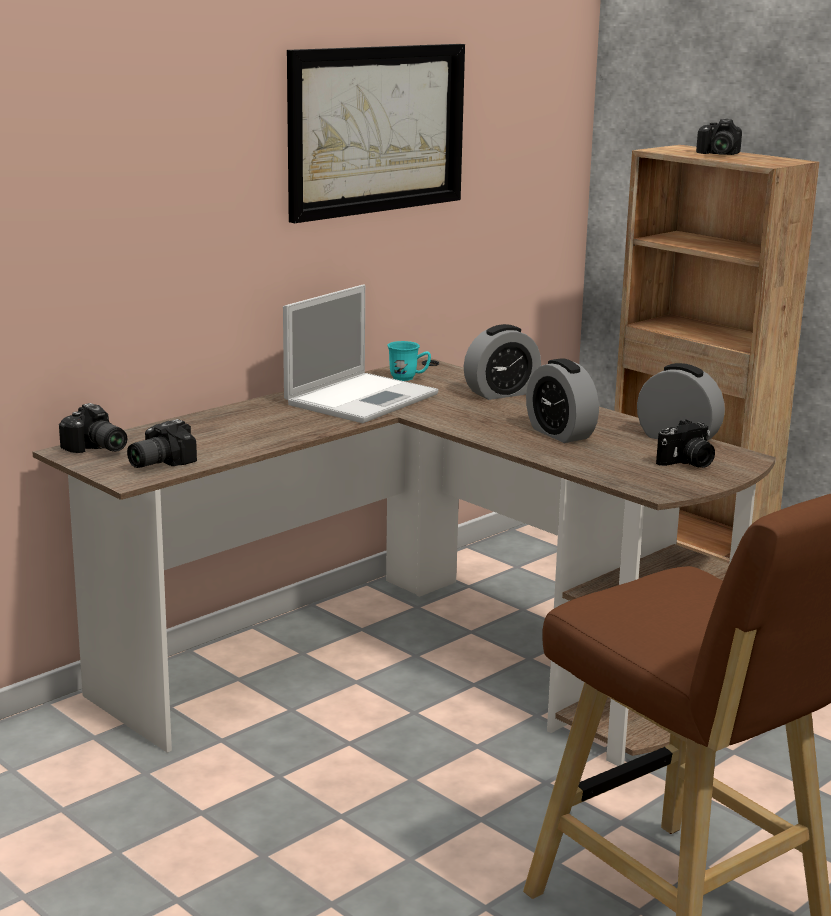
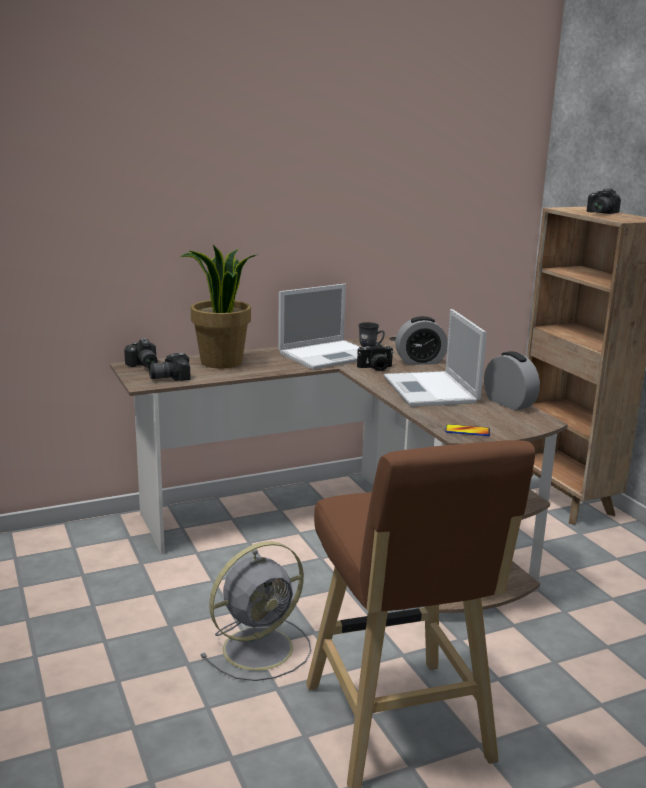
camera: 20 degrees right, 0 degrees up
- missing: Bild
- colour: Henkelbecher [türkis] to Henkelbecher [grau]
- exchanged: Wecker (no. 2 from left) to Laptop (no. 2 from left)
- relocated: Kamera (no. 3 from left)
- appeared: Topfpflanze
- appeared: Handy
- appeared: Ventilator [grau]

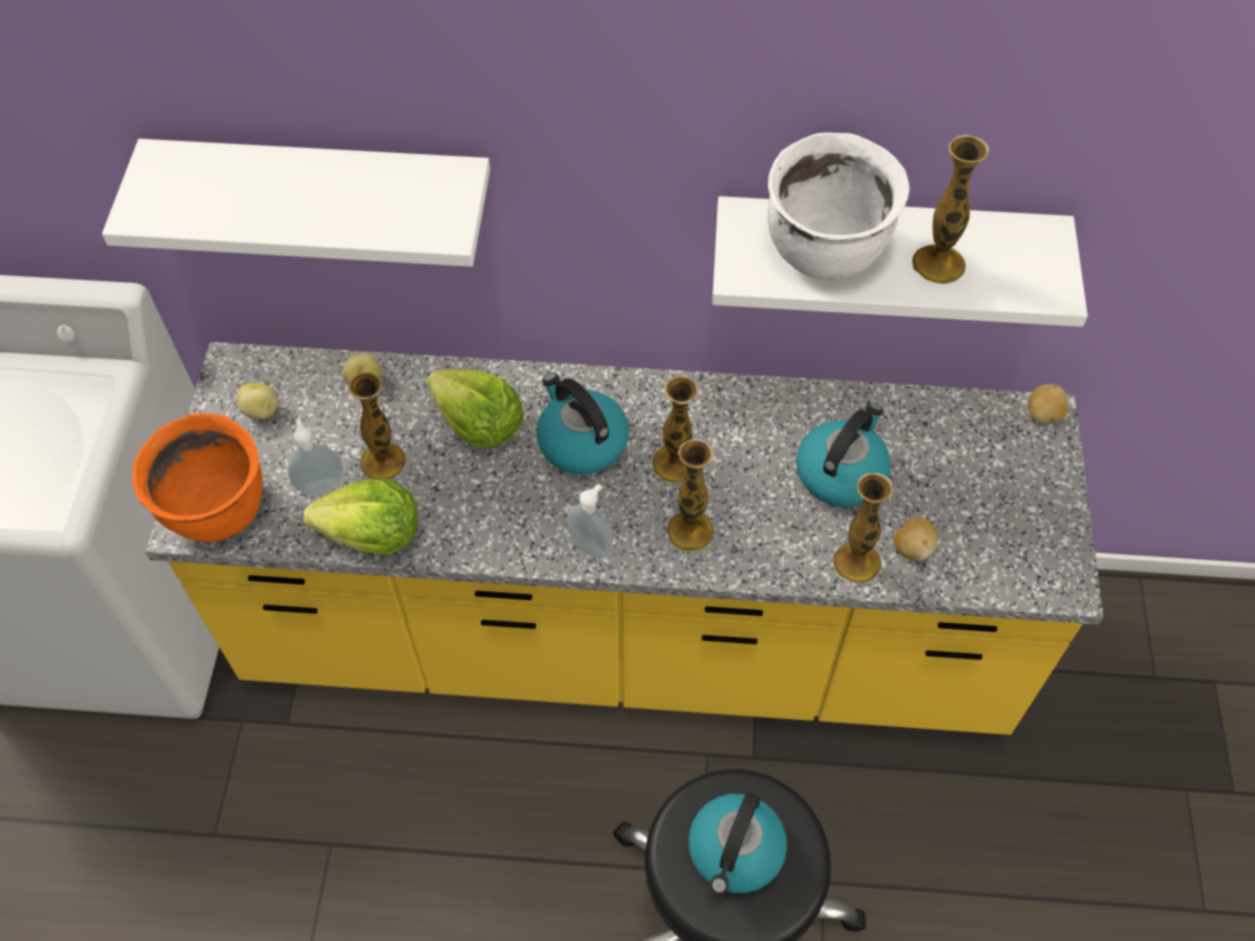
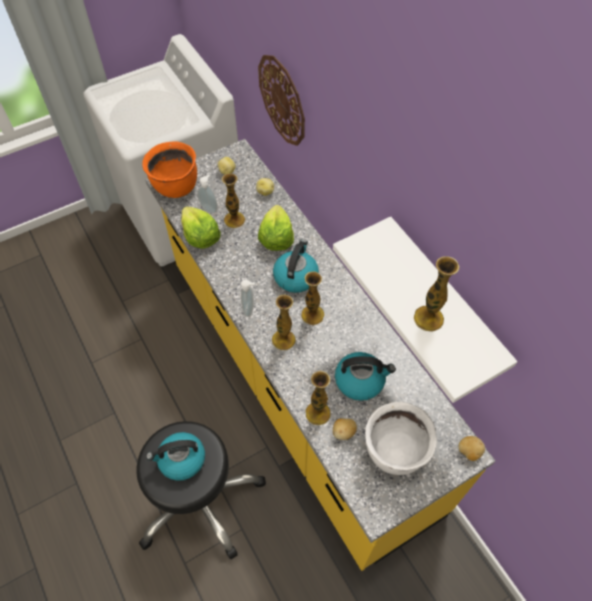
camera: 55 degrees right, 0 degrees up
- relocated: Kochtopf [weiß]
- exchanged: Wandregal [weiß] (no. 1 from left) to Wanduhr

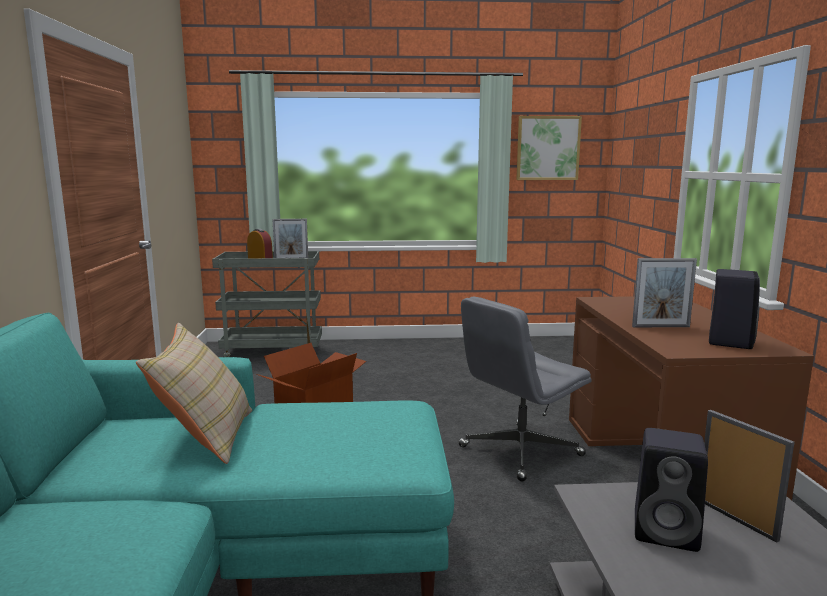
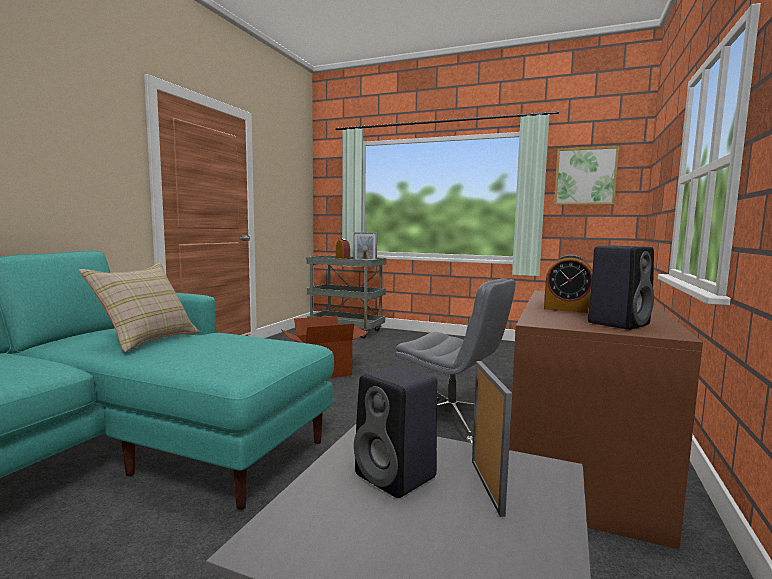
camera: 25 degrees right, 5 degrees down
- exchanged: Bilderrahmen (no. 2 from left) to Wecker (no. 2 from left)
- spun: Bürostuhl [grau] 135 degrees counterclockwise

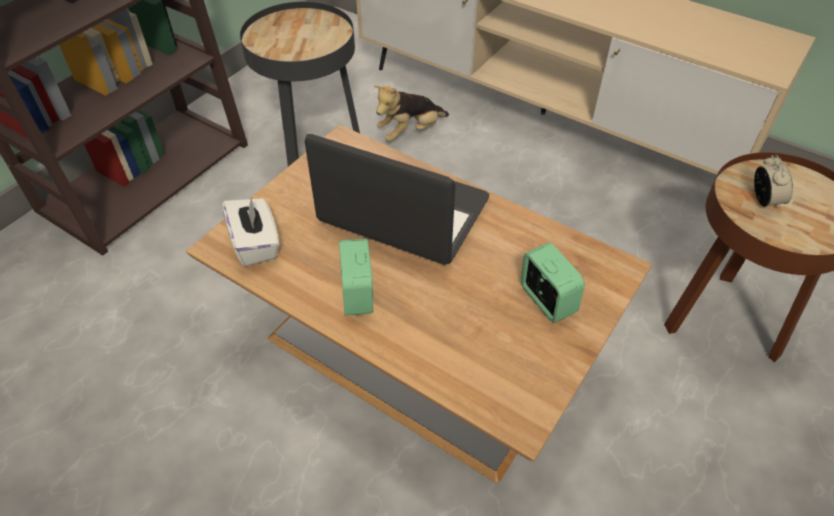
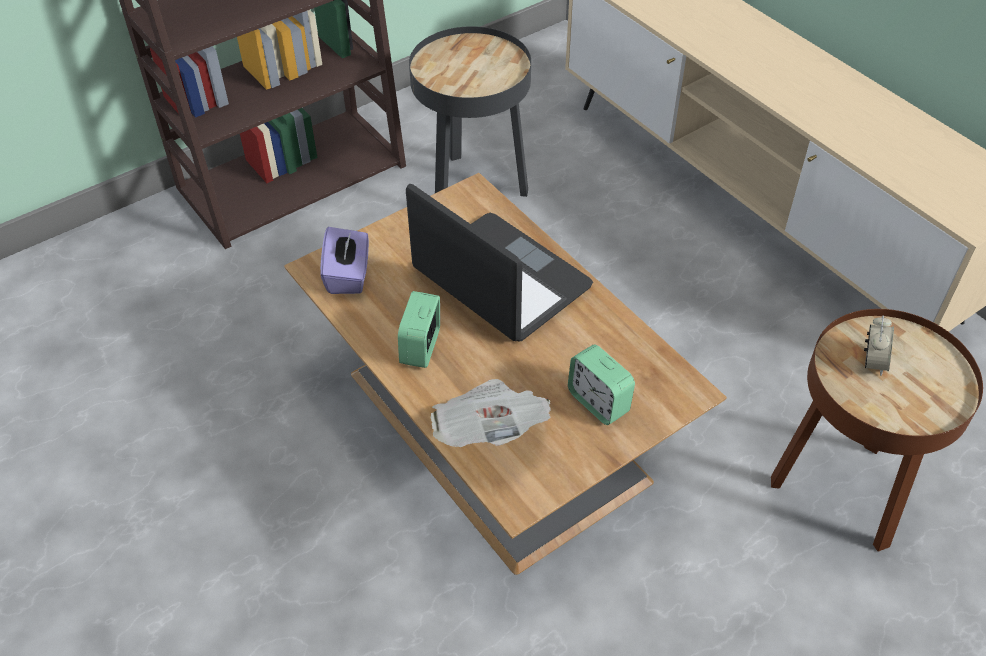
camera: 20 degrees right, 0 degrees up
- missing: Plüschtier
- colour: Taschentuchbox [weiß] to Taschentuchbox [lila]
- spun: Wecker (no. 2 from left) 150 degrees clockwise
- appeared: Zeitung

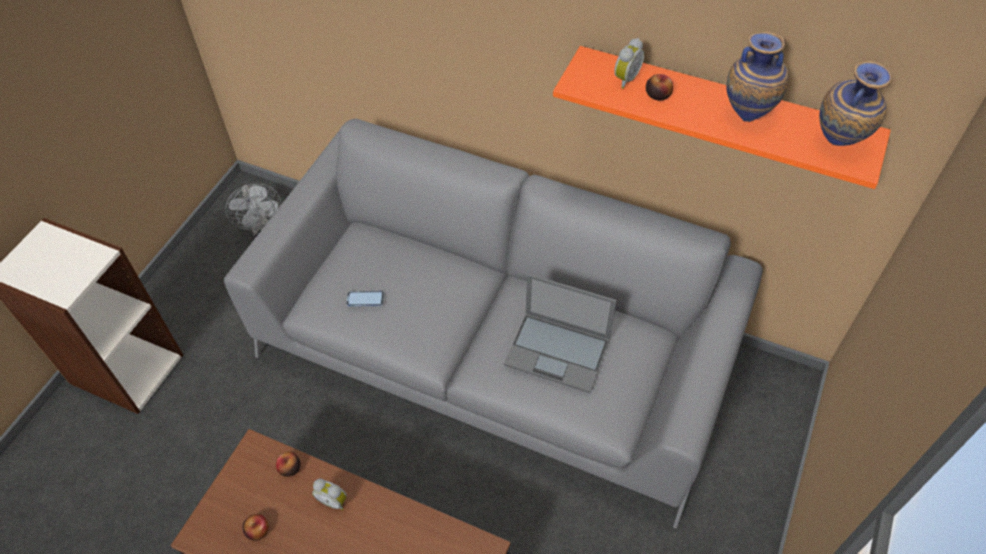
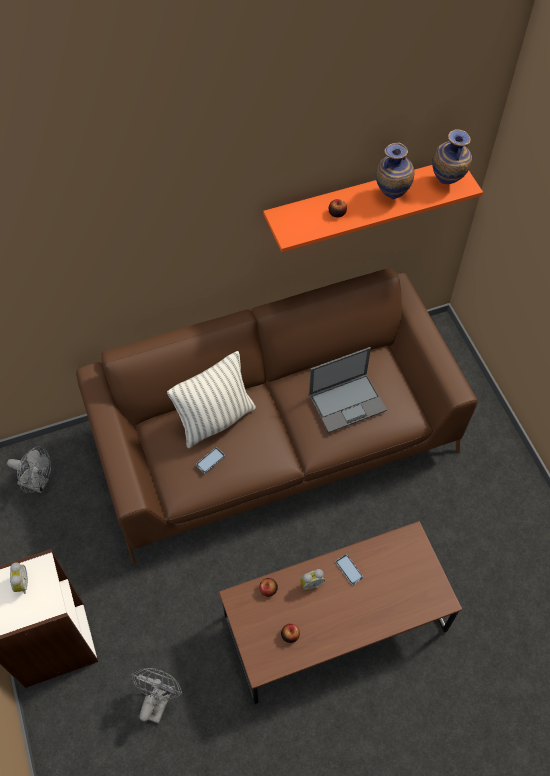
camera: 45 degrees left, 5 degrees up
- relocated: Wecker (no. 2 from left in the first image) to Wecker (no. 1 from left)
- colour: Sofa [grau] to Sofa [braun]
- appeared: Kissen
- appeared: Handy (no. 2 from left)
- appeared: Ventilator [grau] (no. 2 from left)

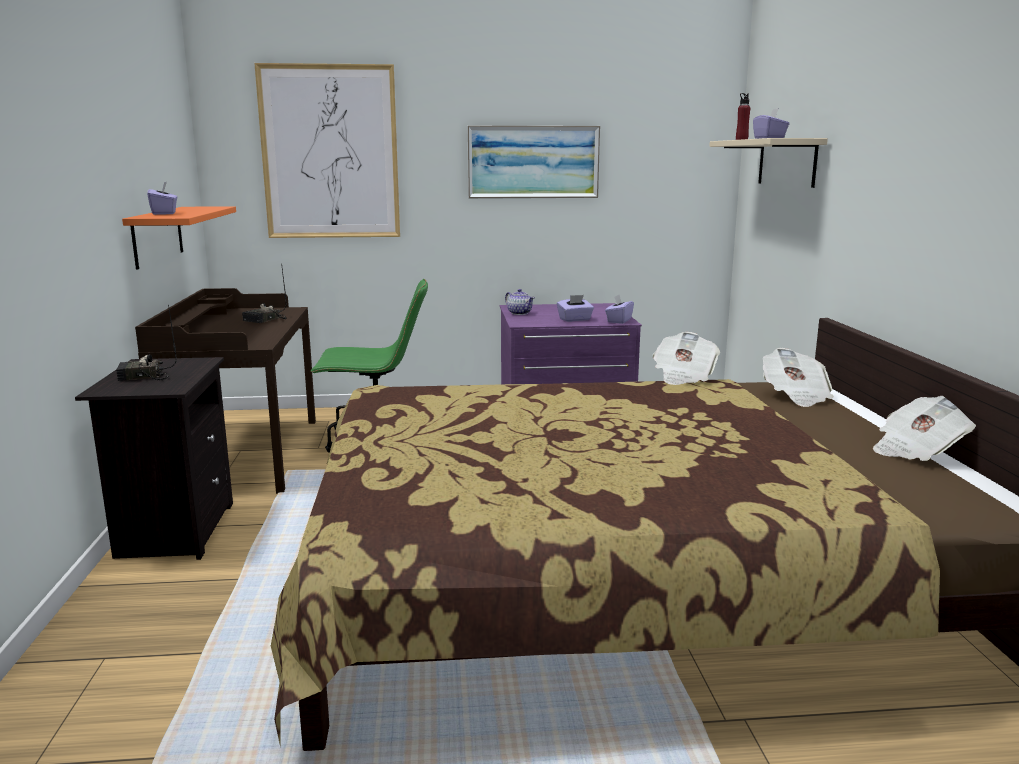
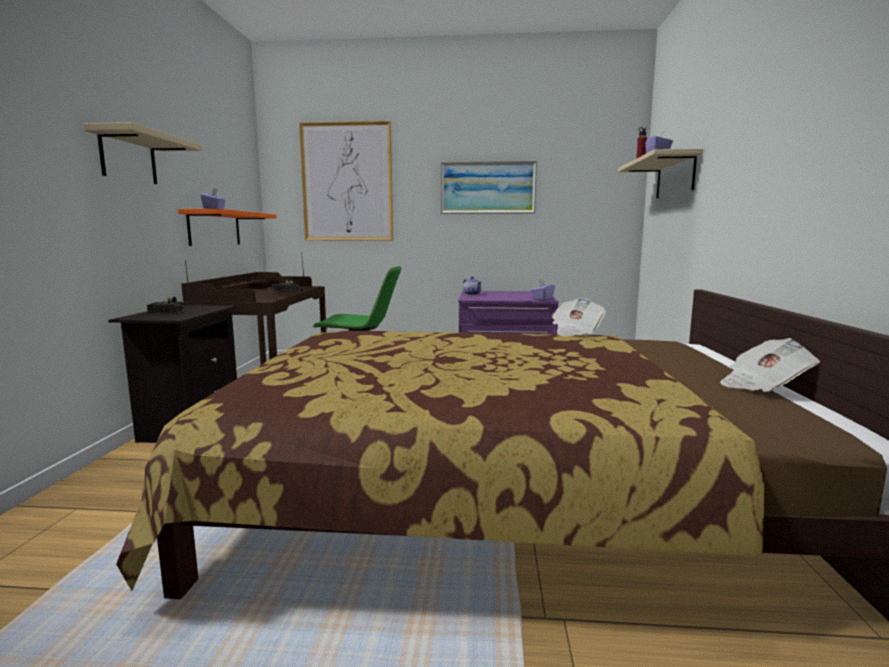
camera: 10 degrees right, 5 degrees down
- missing: Taschentuchbox [lila] (no. 2 from left)
- missing: Zeitung (no. 2 from left)
- appeared: Wandregal [beige] (no. 1 from left)

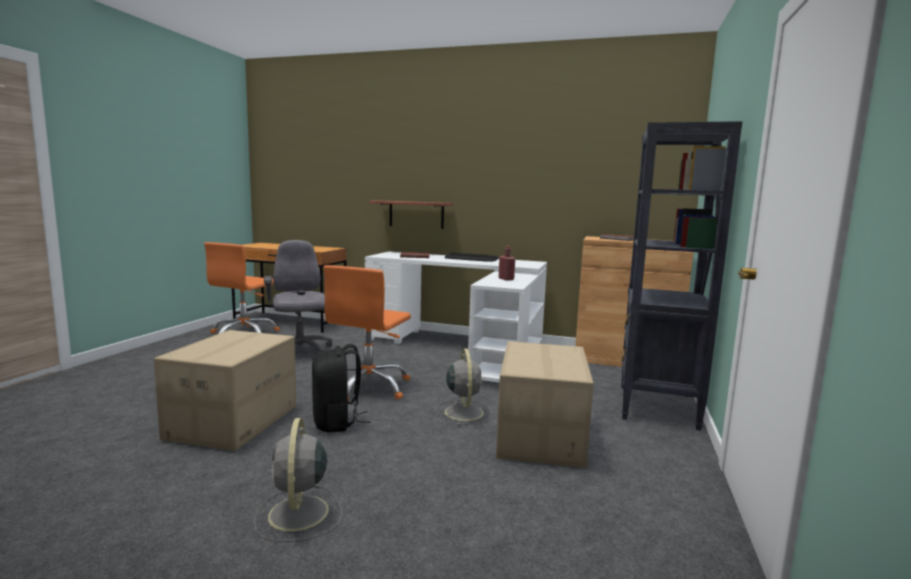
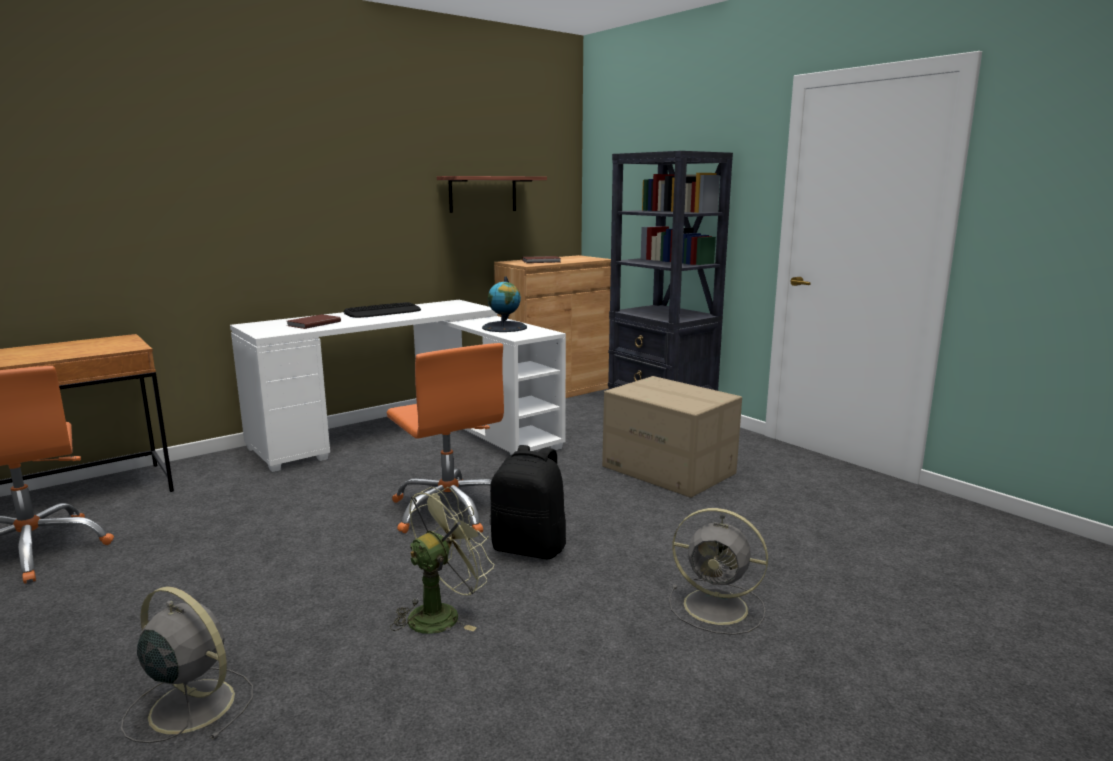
camera: 55 degrees left, 5 degrees up
- relocated: Wandregal
- missing: Bürostuhl [grau]
- exchanged: Flasche [rot] to Globus
- exchanged: Karton (no. 1 from left) to Ventilator [grün]
- relocated: Ventilator [grau] (no. 2 from left in the first image) to Ventilator [grau] (no. 1 from left)

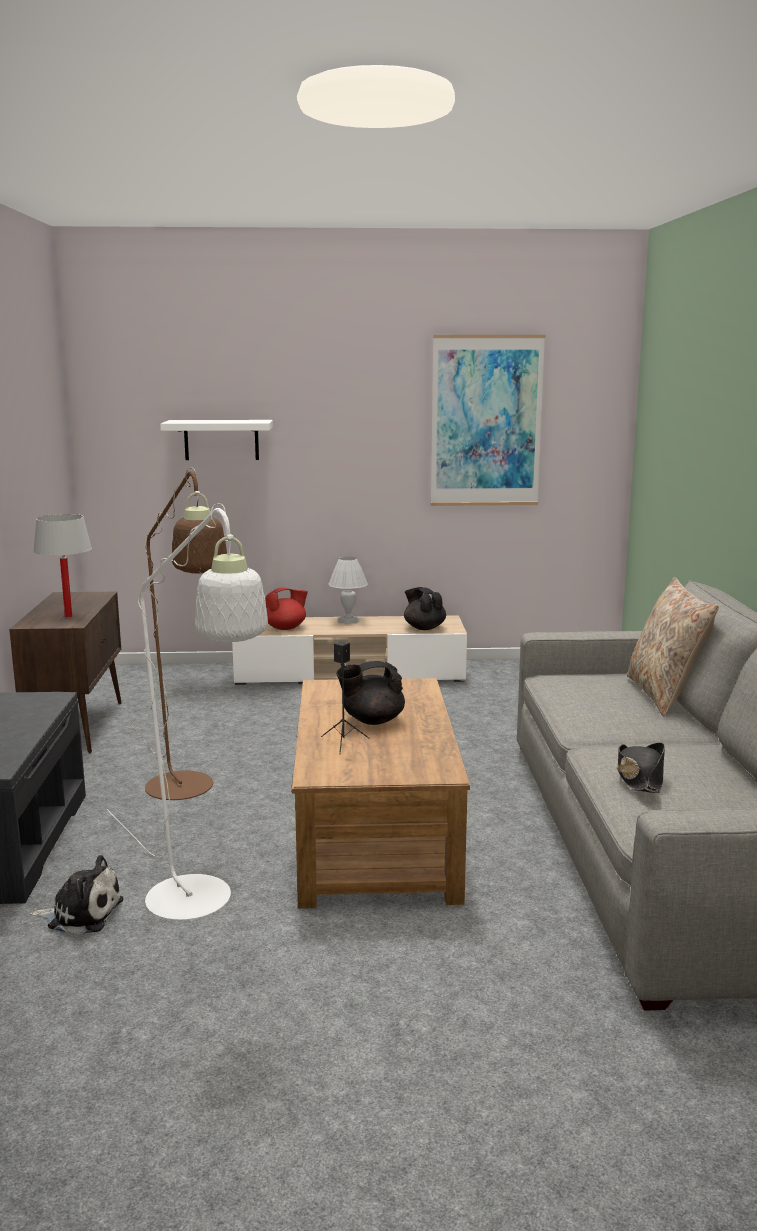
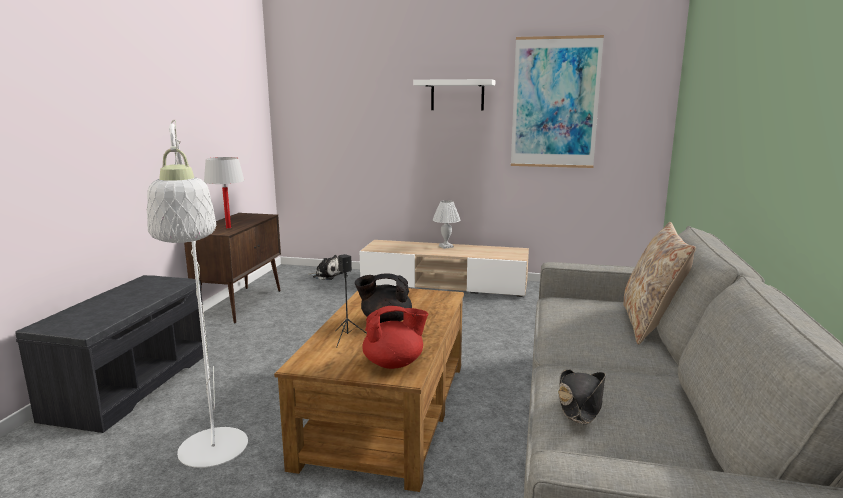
camera: 15 degrees right, 0 degrees up
- relocated: Wandregal [weiß]
- missing: Stehlampe [braun]
- relocated: Teekanne [rot]
- missing: Teekanne [schwarz] (no. 2 from left)
- relocated: Plüschtier

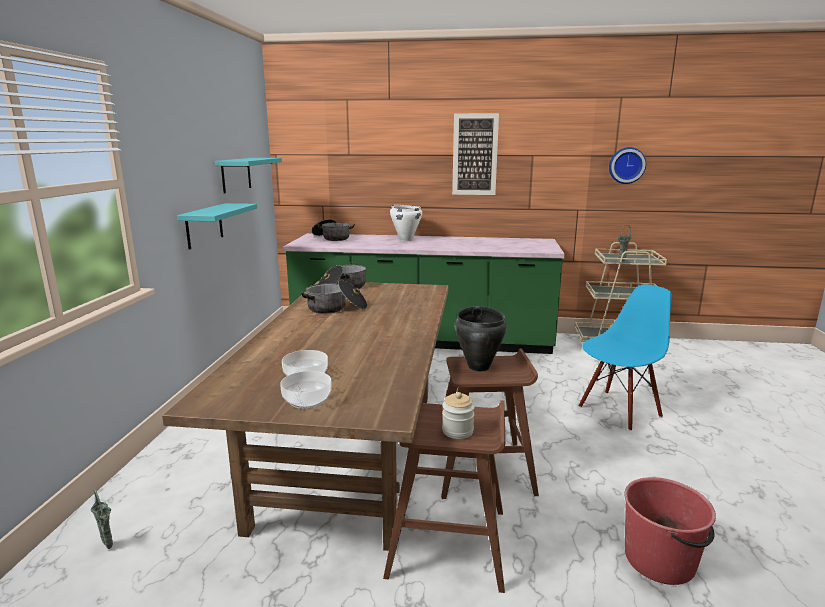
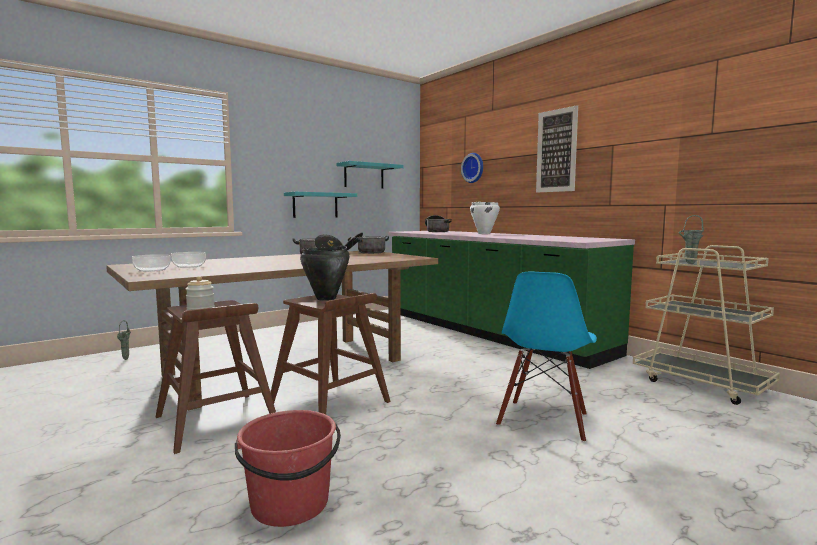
camera: 45 degrees right, 10 degrees down
- relocated: Wanduhr
- spun: Stuhl [blau] 105 degrees clockwise

